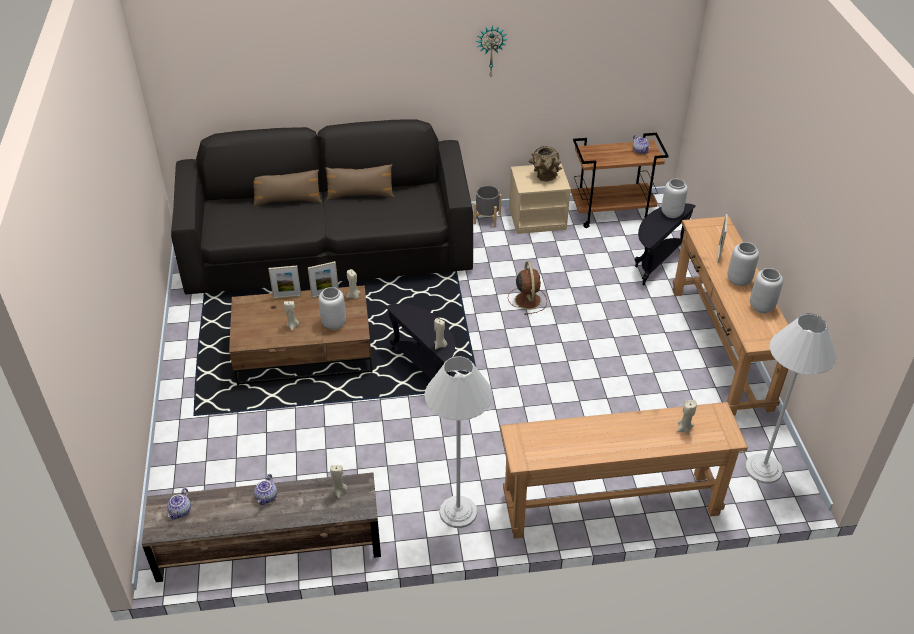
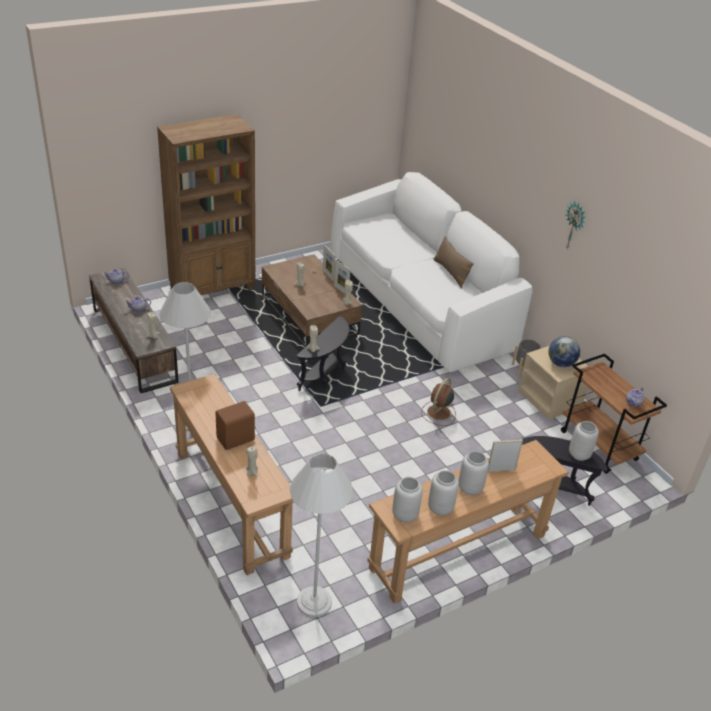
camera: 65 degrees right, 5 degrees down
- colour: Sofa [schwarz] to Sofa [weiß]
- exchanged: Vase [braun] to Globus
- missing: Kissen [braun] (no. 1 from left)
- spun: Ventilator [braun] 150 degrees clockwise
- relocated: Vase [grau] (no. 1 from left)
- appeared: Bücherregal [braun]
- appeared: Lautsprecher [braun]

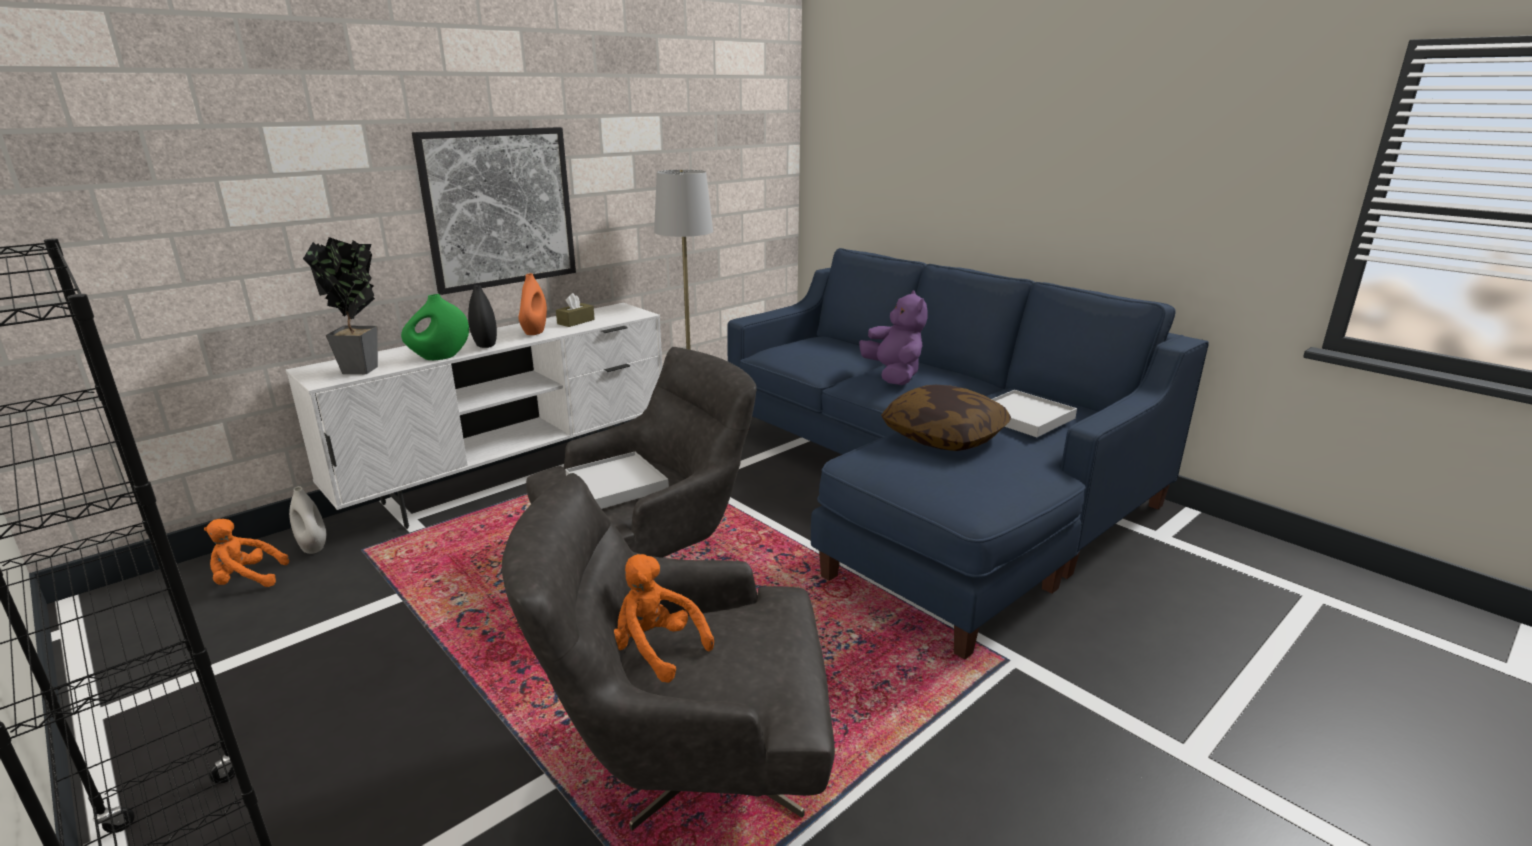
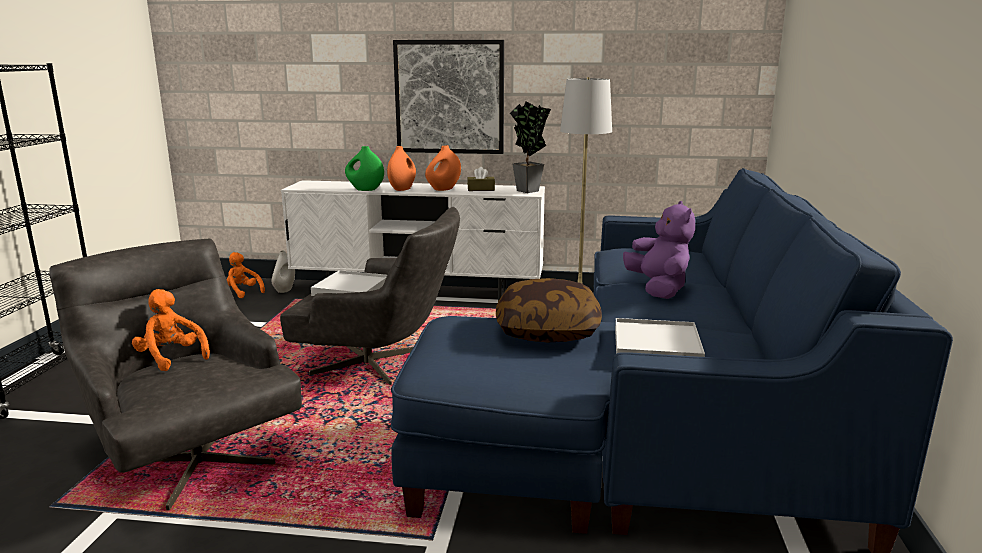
camera: 50 degrees right, 5 degrees down
- relocated: Topfpflanze
- colour: Vase [schwarz] to Vase [orange] (no. 1 from left)
- spun: Plüschtier [lila] 45 degrees counterclockwise
- spun: Plüschtier [orange] (no. 2 from left in the first image) 45 degrees counterclockwise

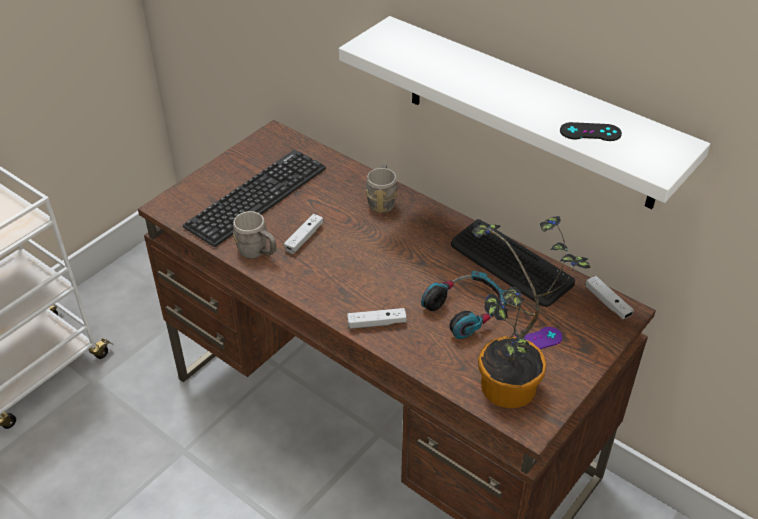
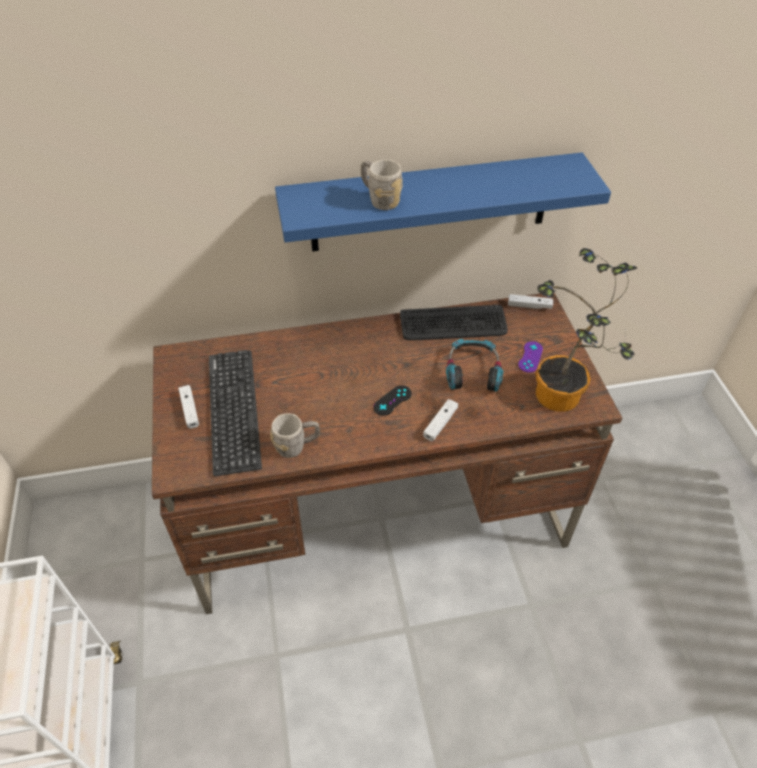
camera: 50 degrees left, 5 degrees up
- colour: Wandregal [weiß] to Wandregal [blau]
- relocated: Gamepad [schwarz]
- relocated: Henkelbecher [grau] (no. 2 from left)
- relocated: Gamepad [weiß] (no. 1 from left)

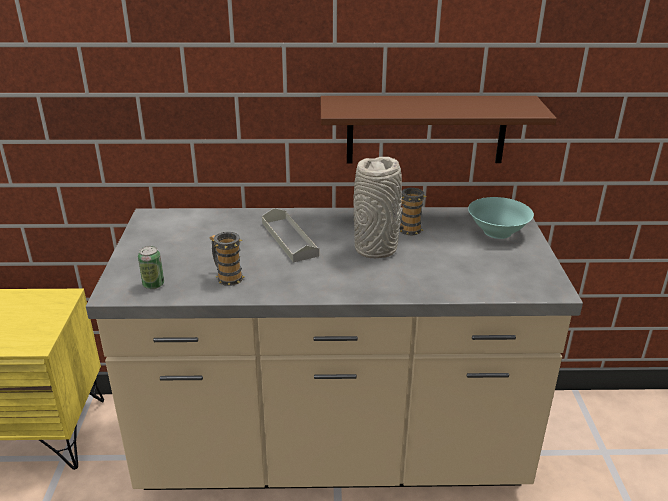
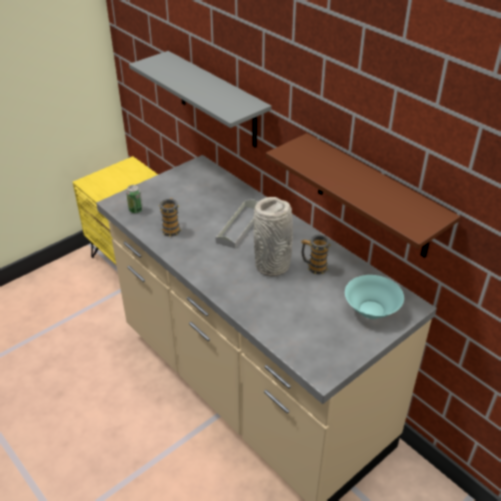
camera: 50 degrees right, 10 degrees up
- appeared: Wandregal [grau]

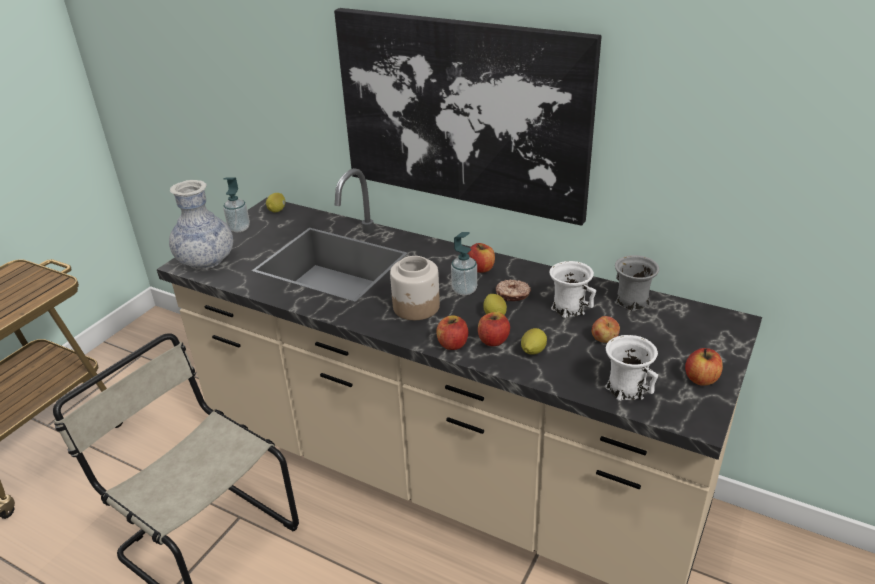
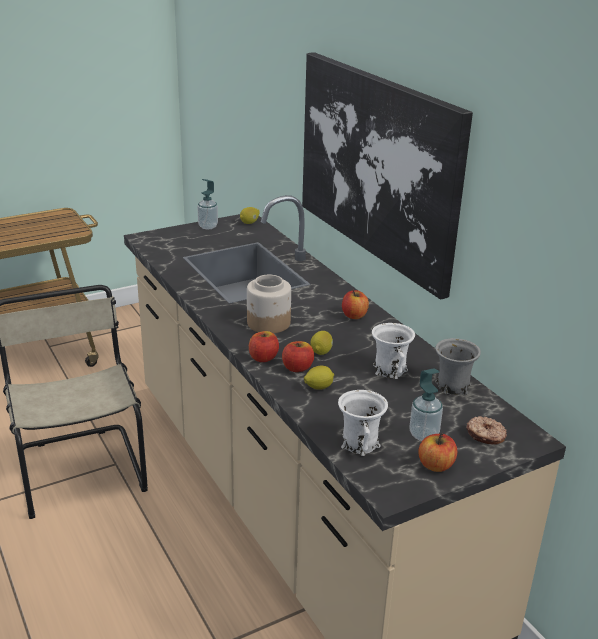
camera: 30 degrees right, 5 degrees down
- missing: Vase
- relocated: Seifenspender (no. 2 from left)
- relocated: Donut
- missing: Apfel (no. 4 from left)

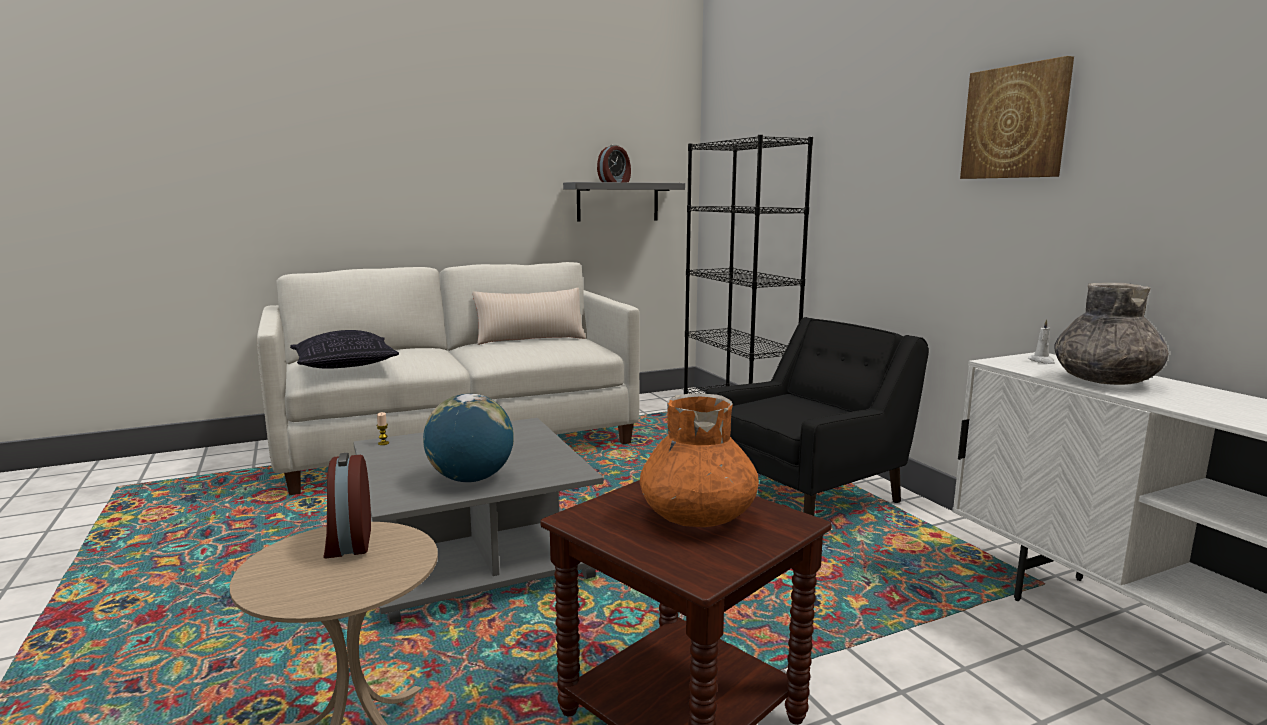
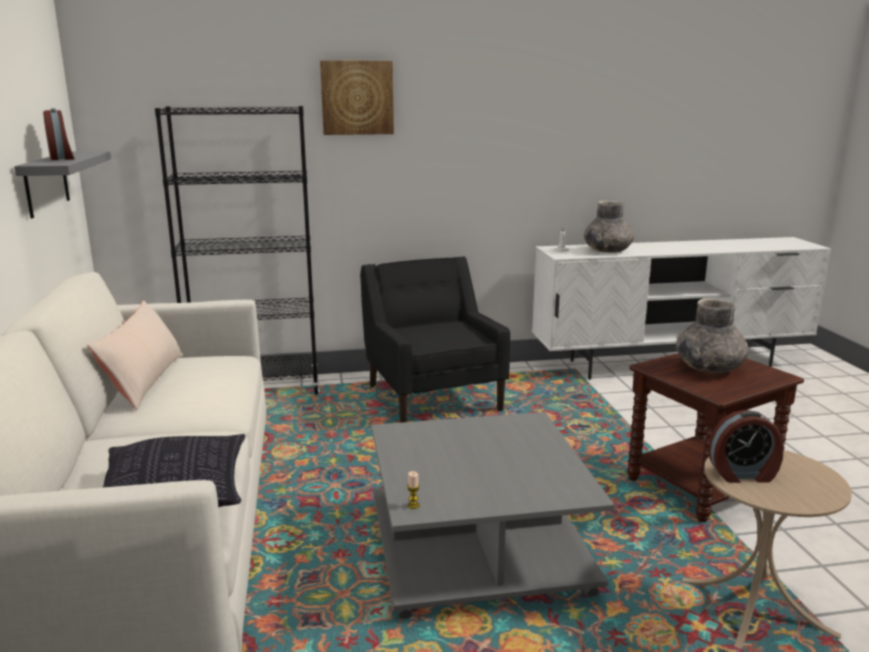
camera: 75 degrees left, 5 degrees up
- relocated: Bild
- missing: Globus
- colour: Vase [orange] to Vase [grau] (no. 2 from left)

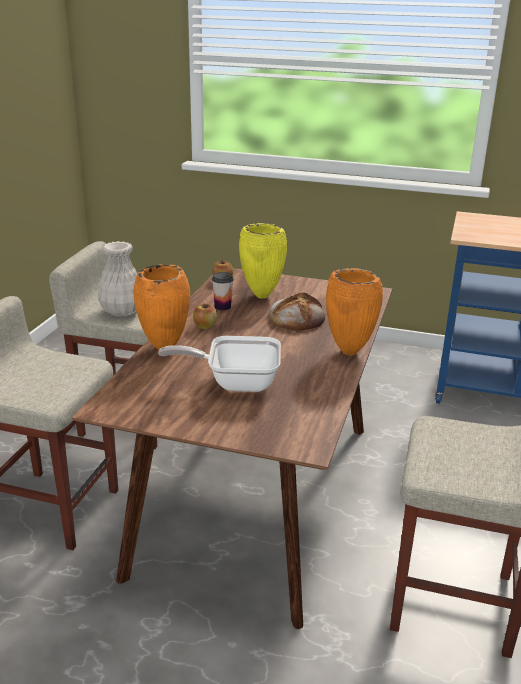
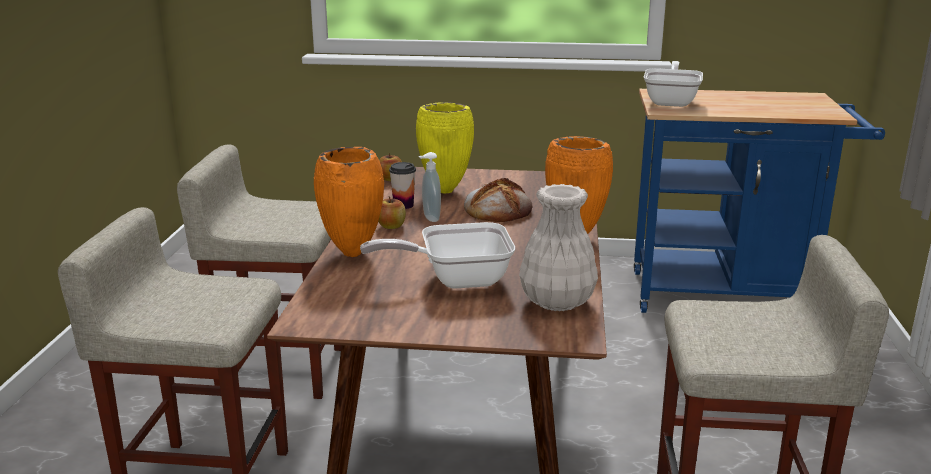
camera: 10 degrees left, 5 degrees down
- relocated: Vase [weiß]
- appeared: Pfanne (no. 2 from left)
- appeared: Seifenspender

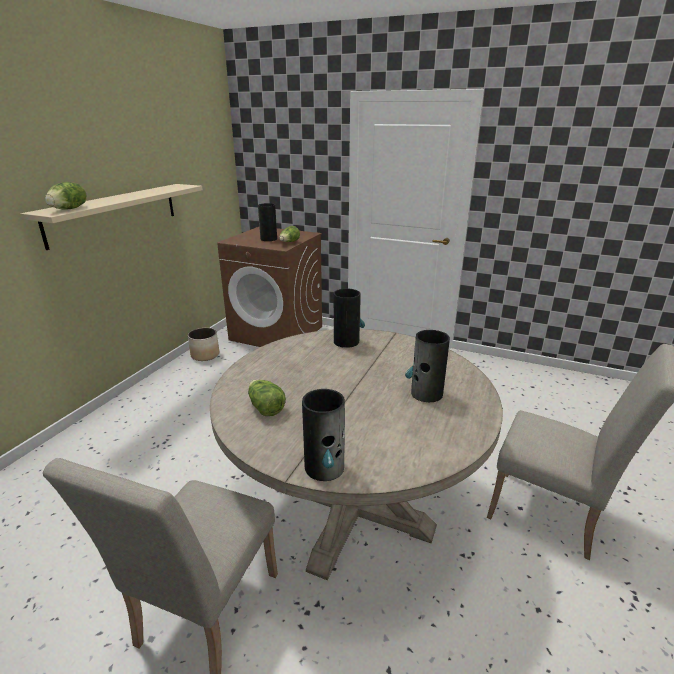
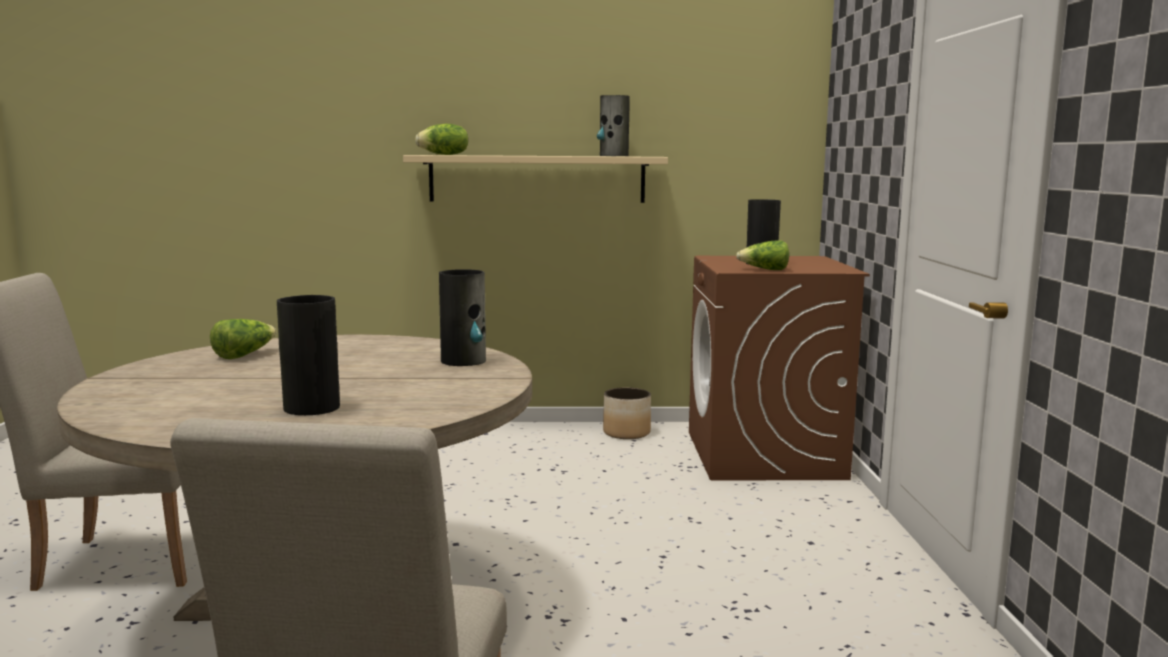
camera: 65 degrees right, 15 degrees down
- relocated: Vase (no. 2 from left in the first image) to Vase (no. 3 from left)

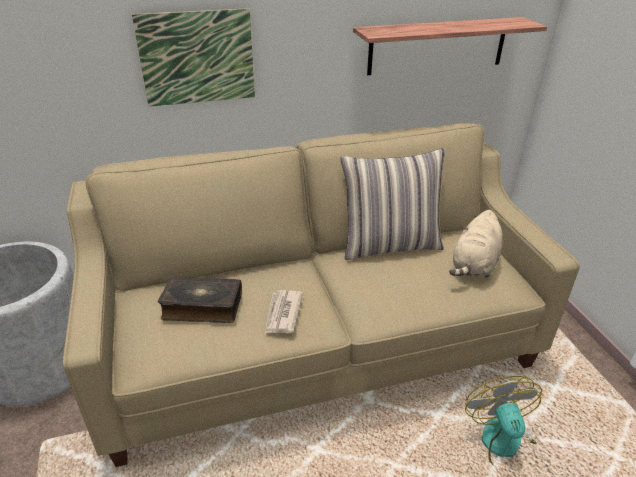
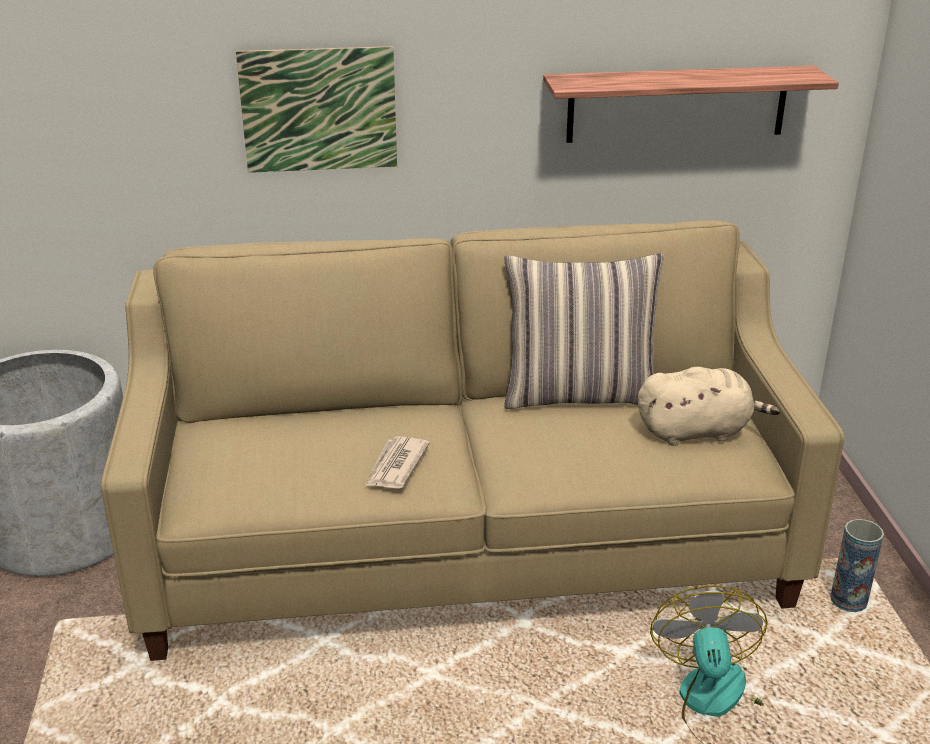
camera: 10 degrees right, 5 degrees down
- spun: Plüschtier [beige] 135 degrees counterclockwise
- missing: Buch
- appeared: Vase

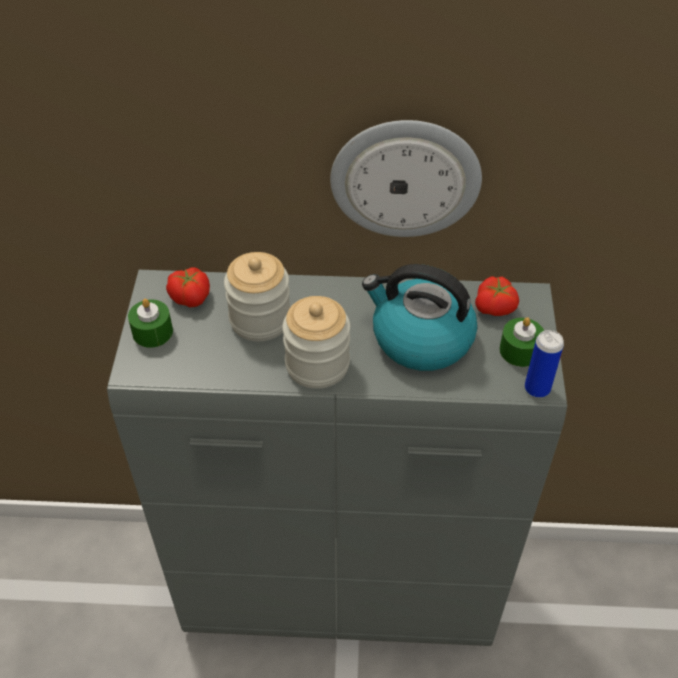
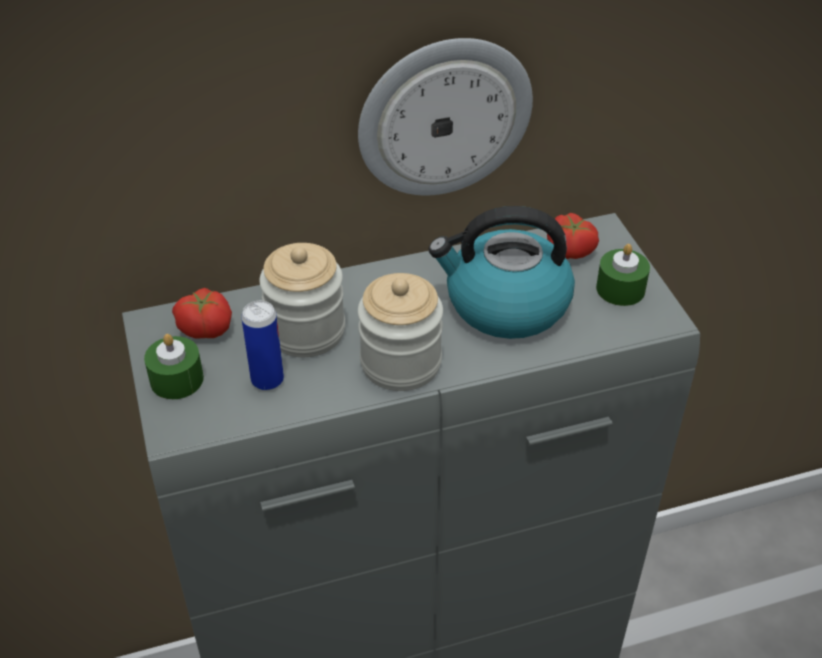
camera: 20 degrees left, 5 degrees down
- relocated: Dose

